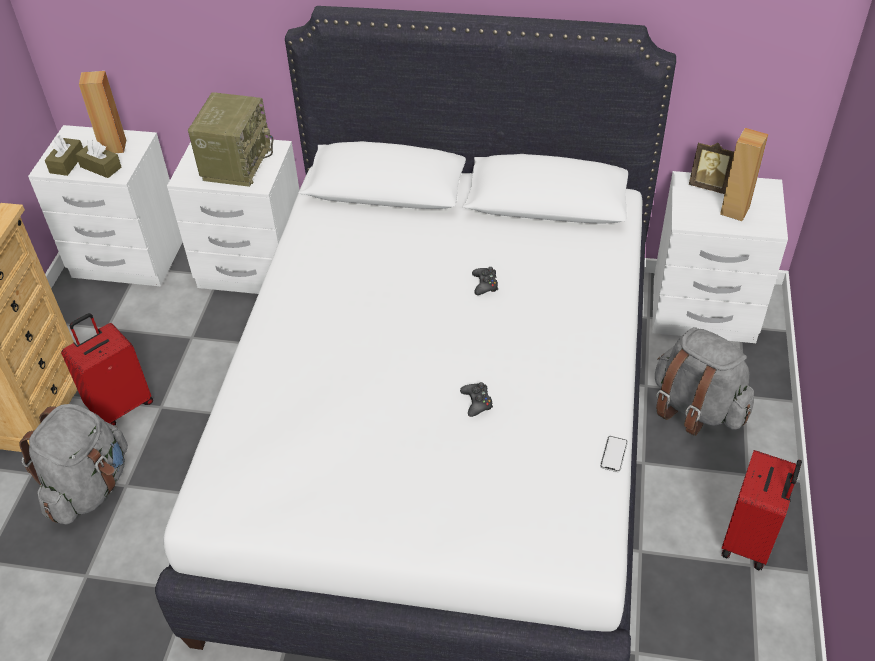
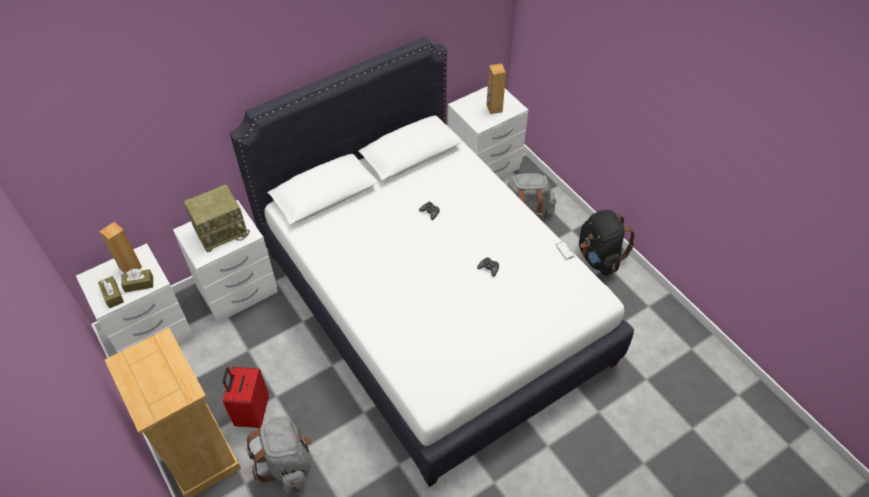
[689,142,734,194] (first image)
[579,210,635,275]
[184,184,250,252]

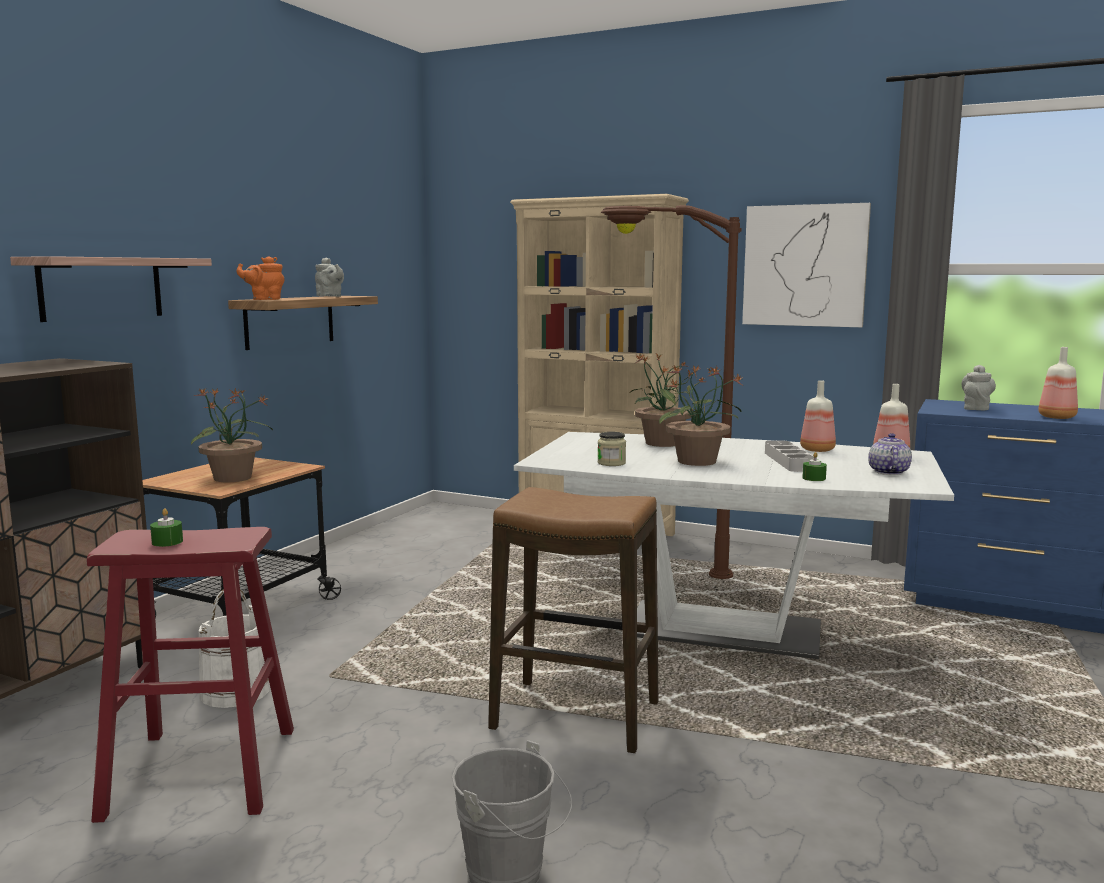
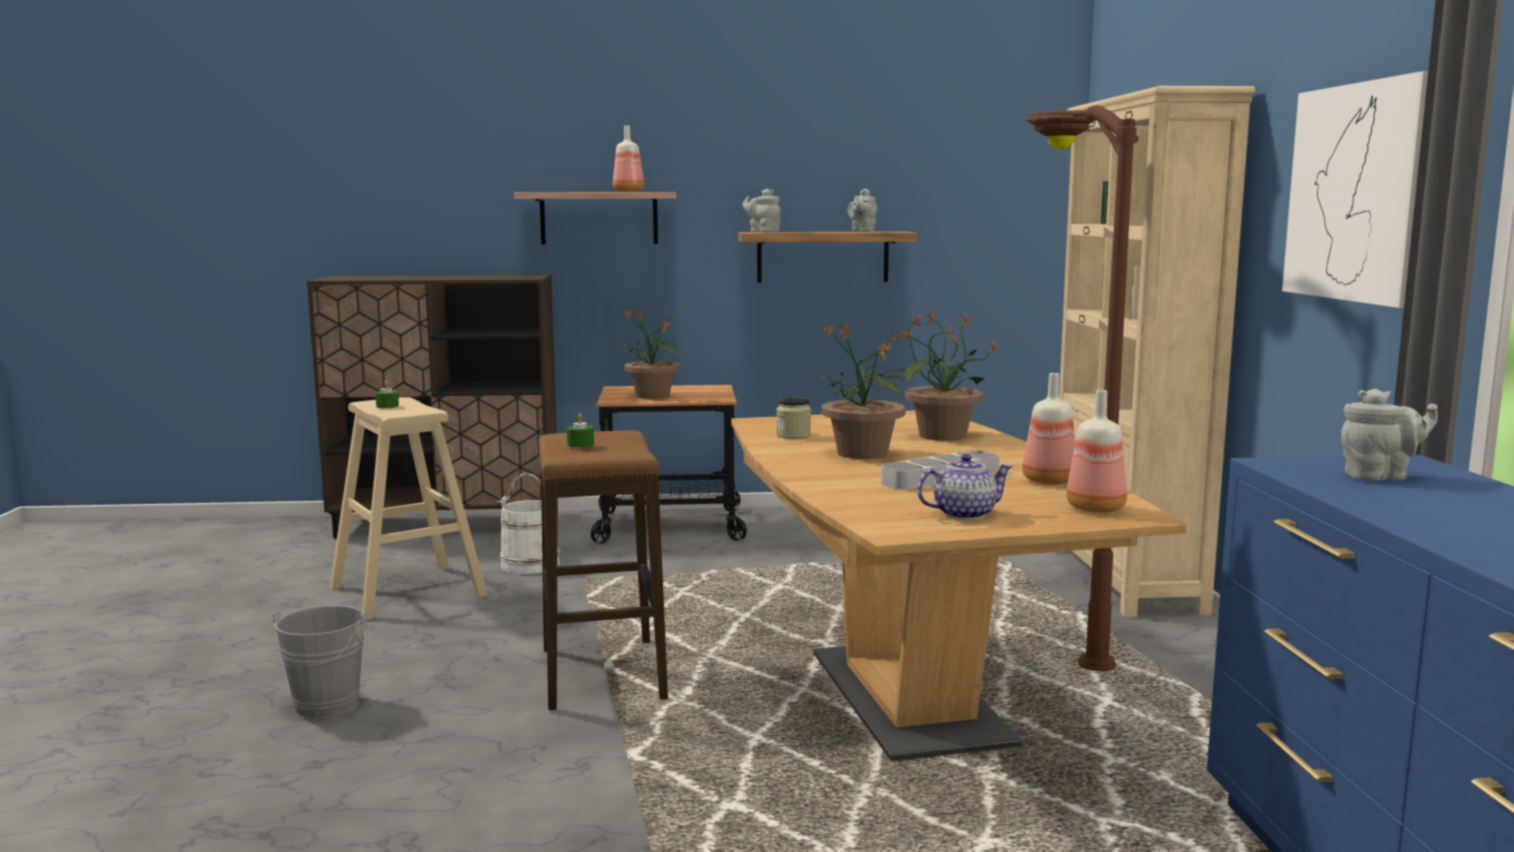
[567,413,594,448]
[613,125,644,192]
[330,397,487,620]
[742,189,781,232]
[731,410,1187,761]

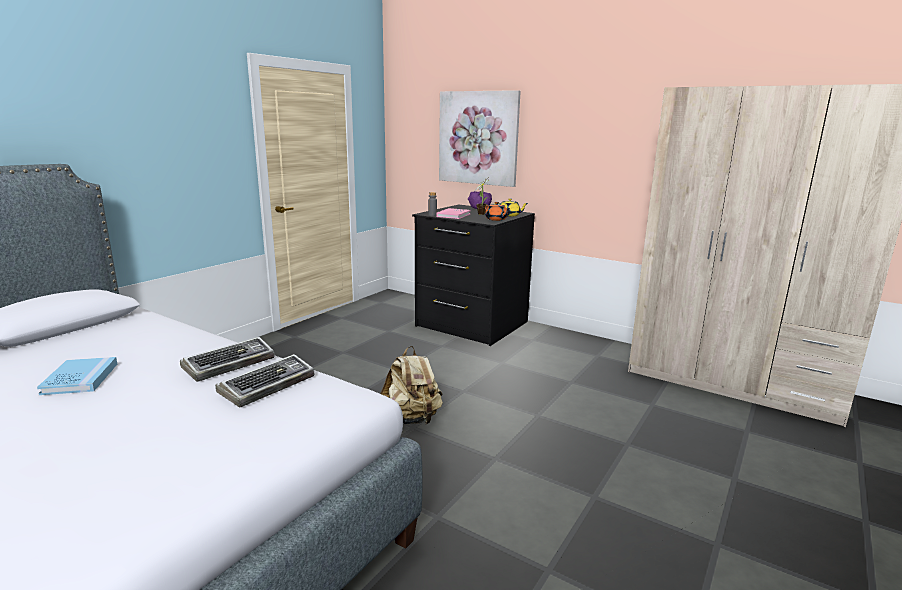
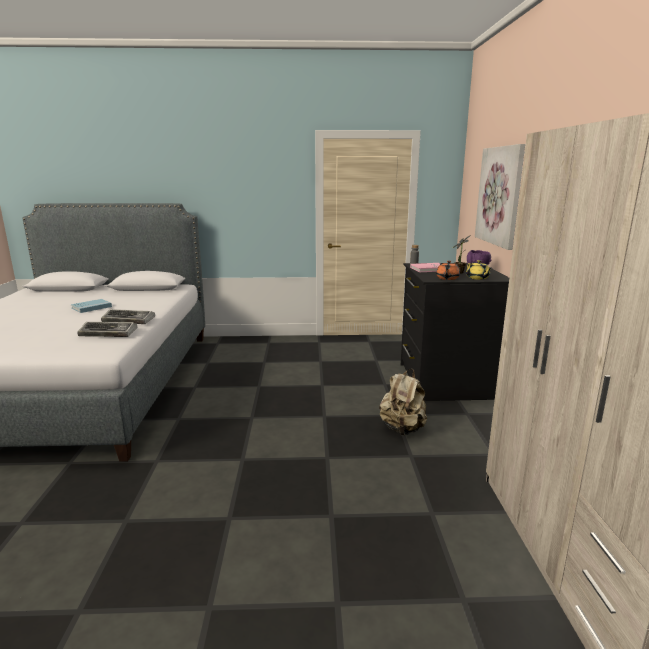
[379,369,427,435]

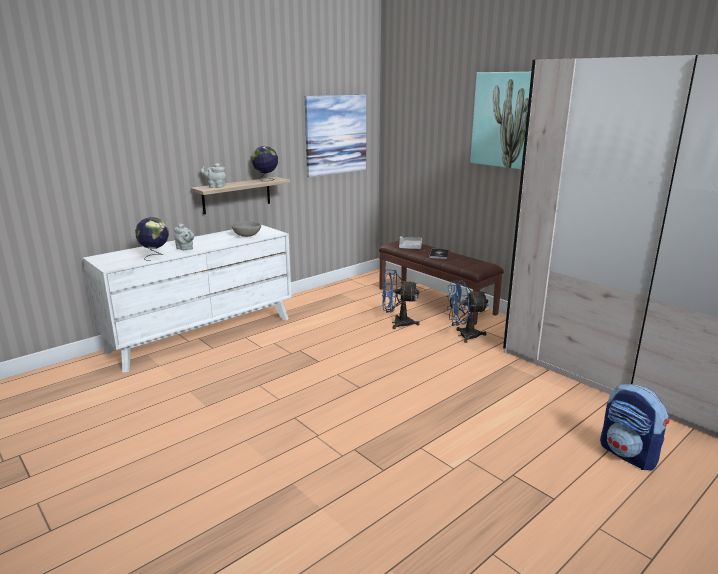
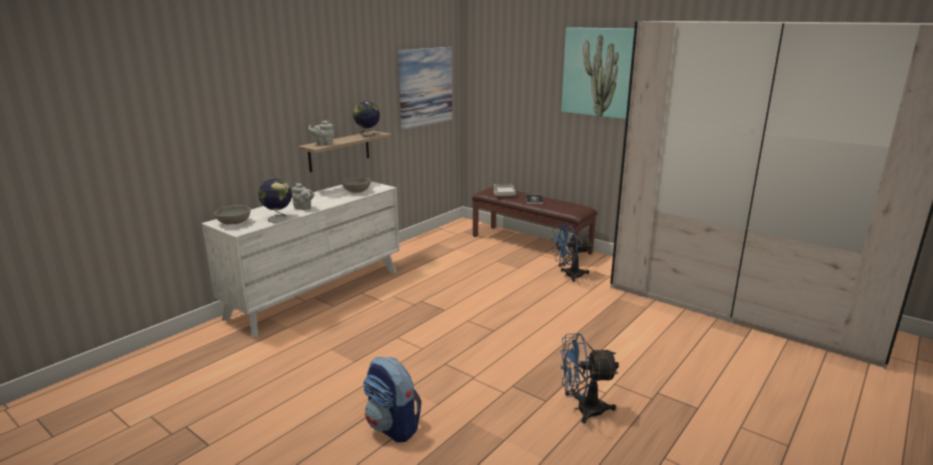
[214,205,251,225]
[560,333,619,424]
[363,357,421,443]

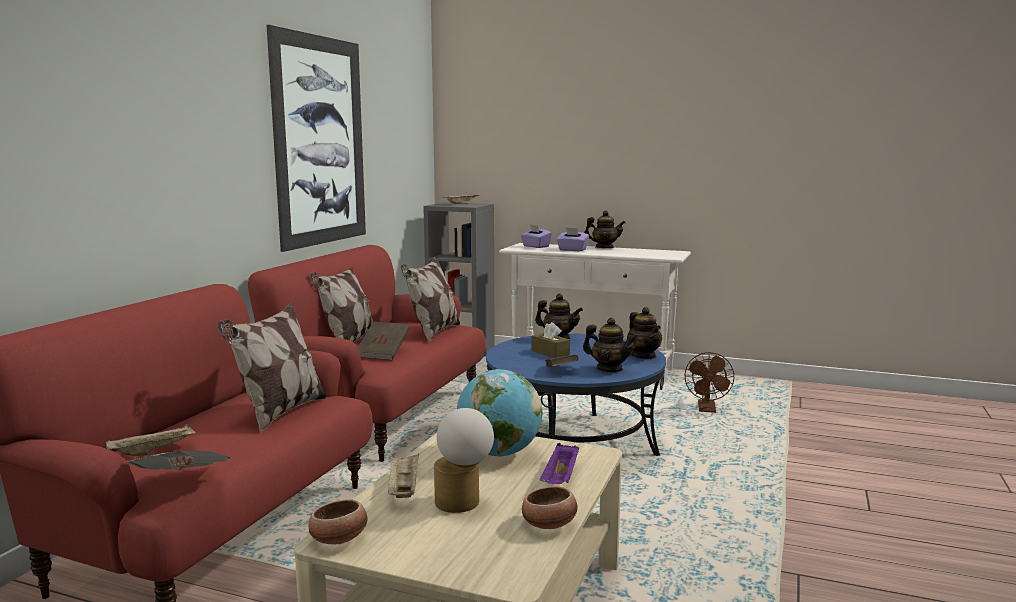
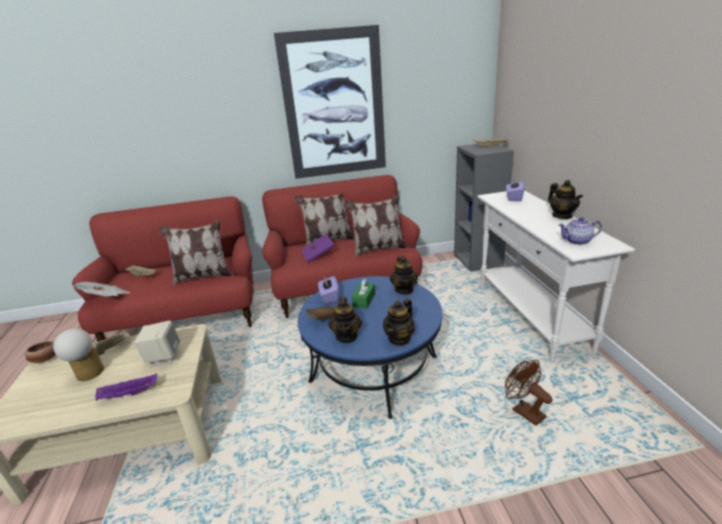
[522,486,578,529] (first image)
[559,217,602,245]
[318,276,339,304]
[134,320,180,367]
[301,233,335,263]
[352,279,375,309]
[505,360,553,426]

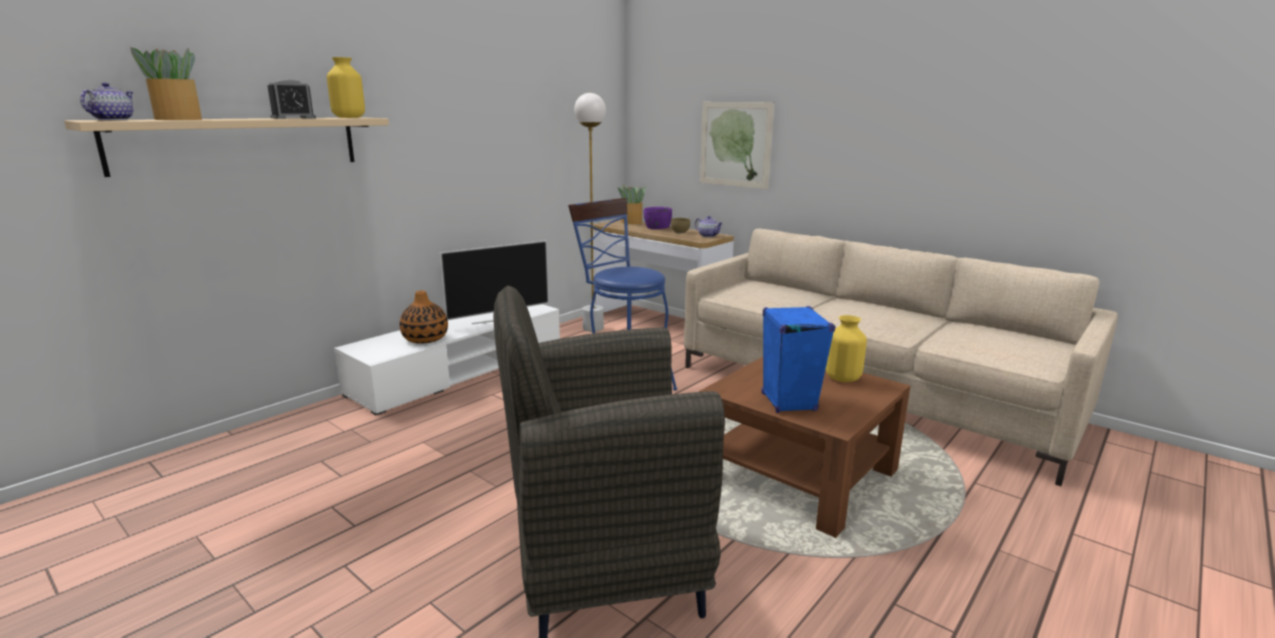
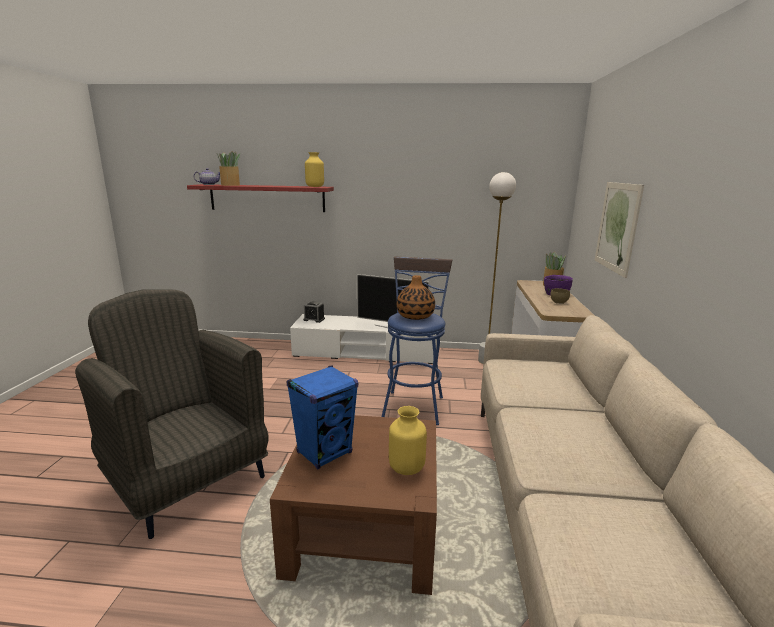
[695,216,723,237] (first image)
[303,301,325,323]
[397,275,435,320]
[187,184,334,212]

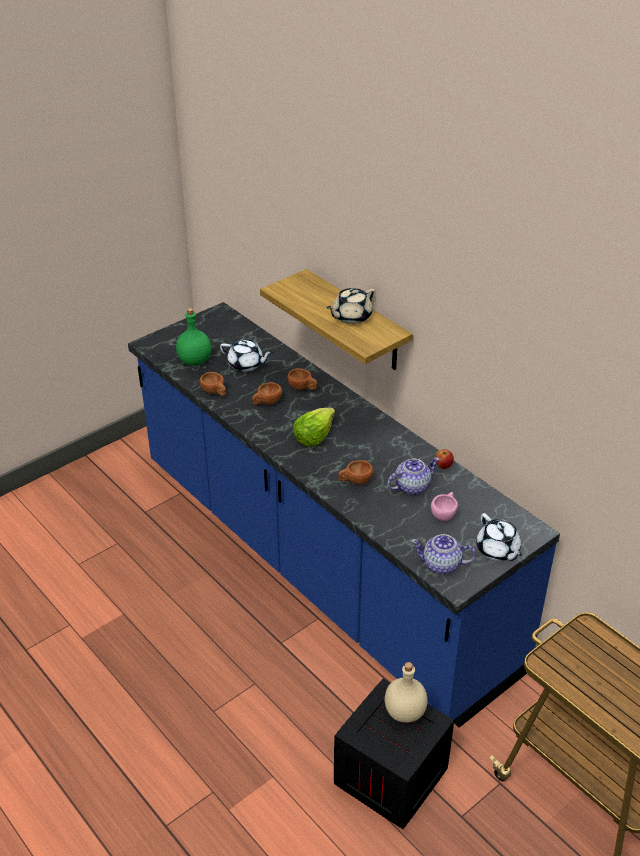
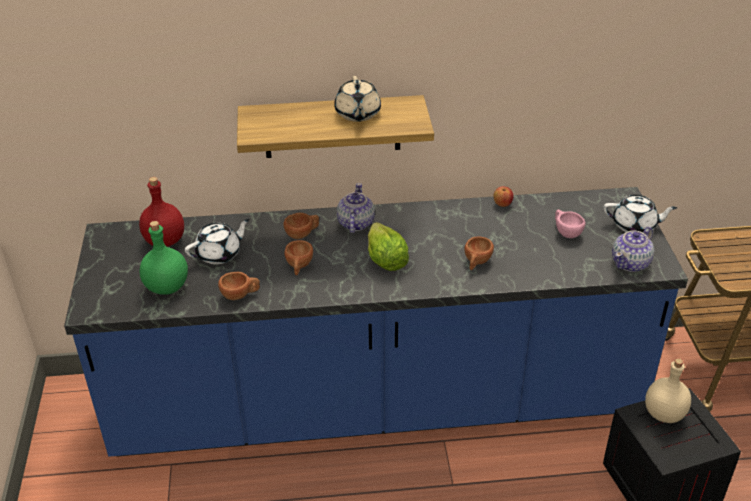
[139,177,184,247]
[337,183,375,233]

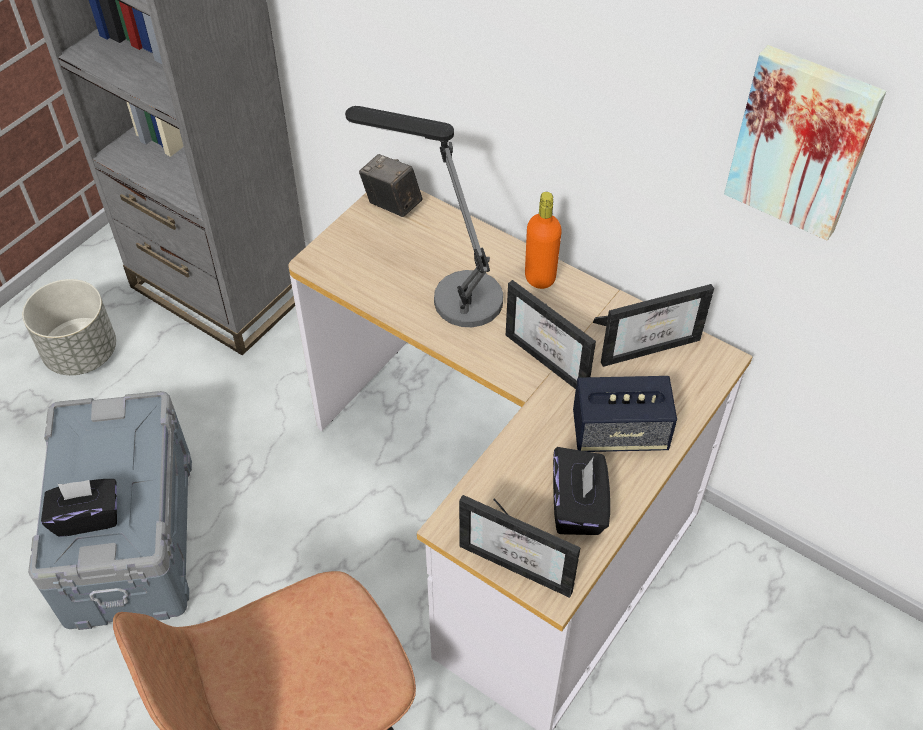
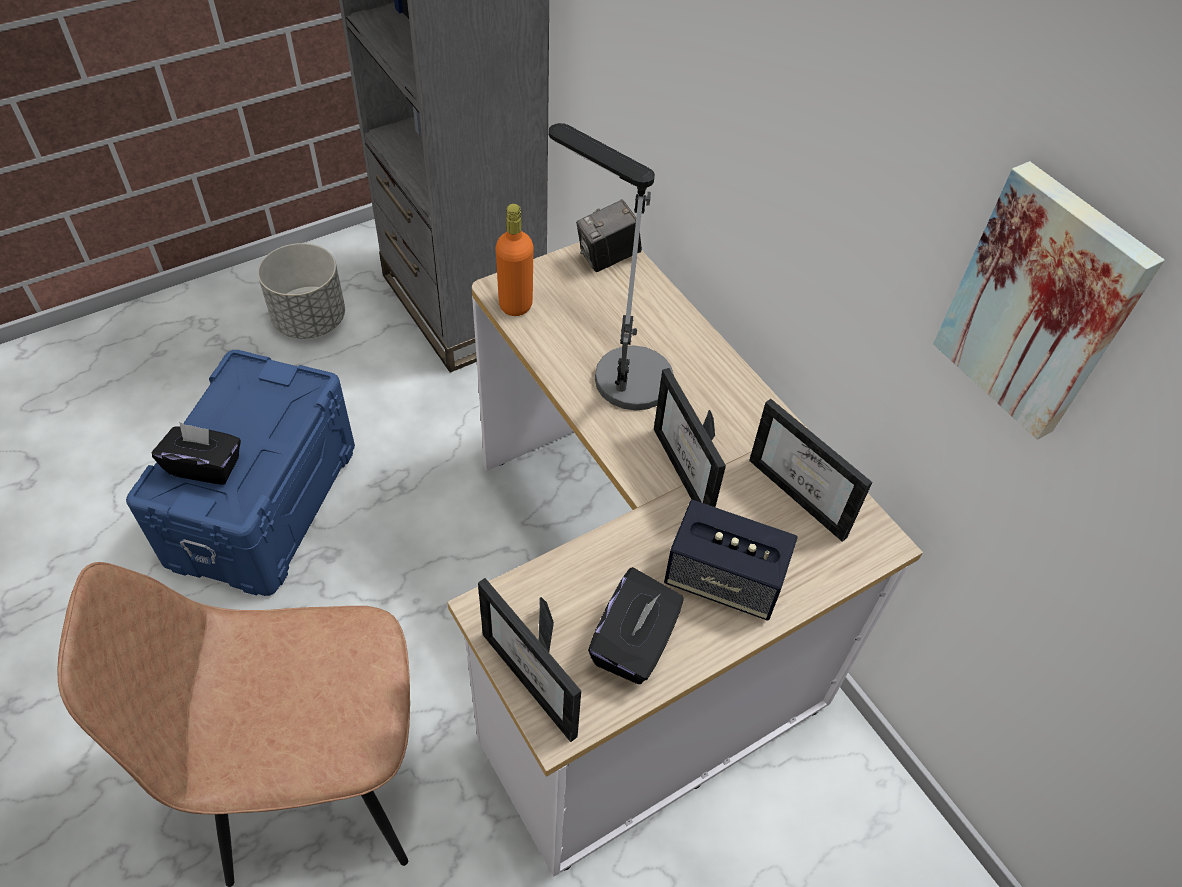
[496,204,533,316]
[126,350,355,596]
[576,200,642,272]
[749,399,872,542]

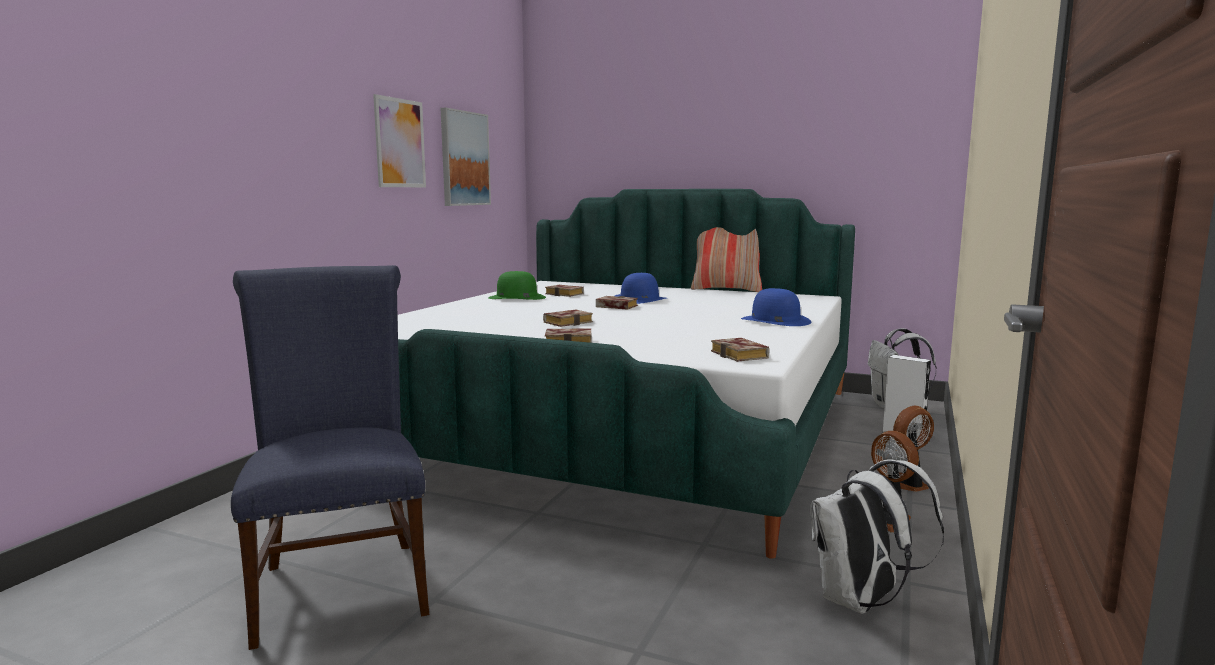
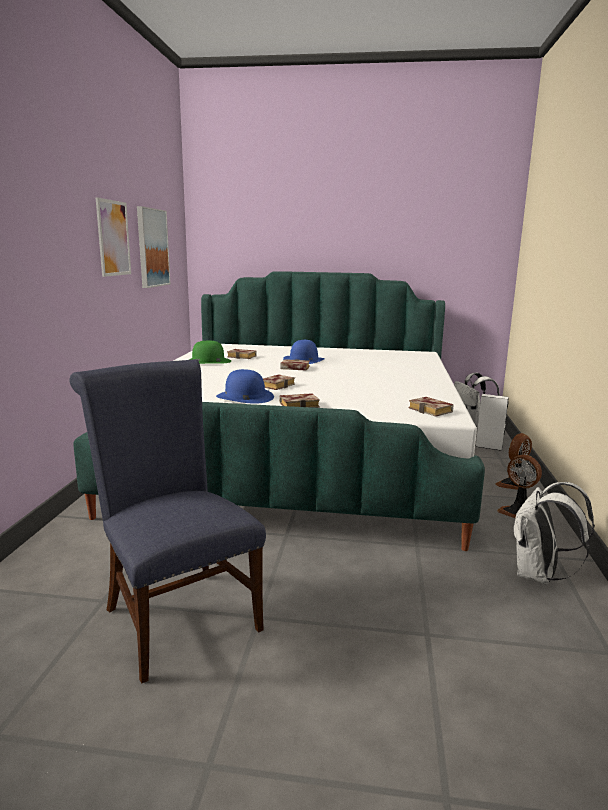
[691,227,762,292] (first image)
[216,369,274,404]

